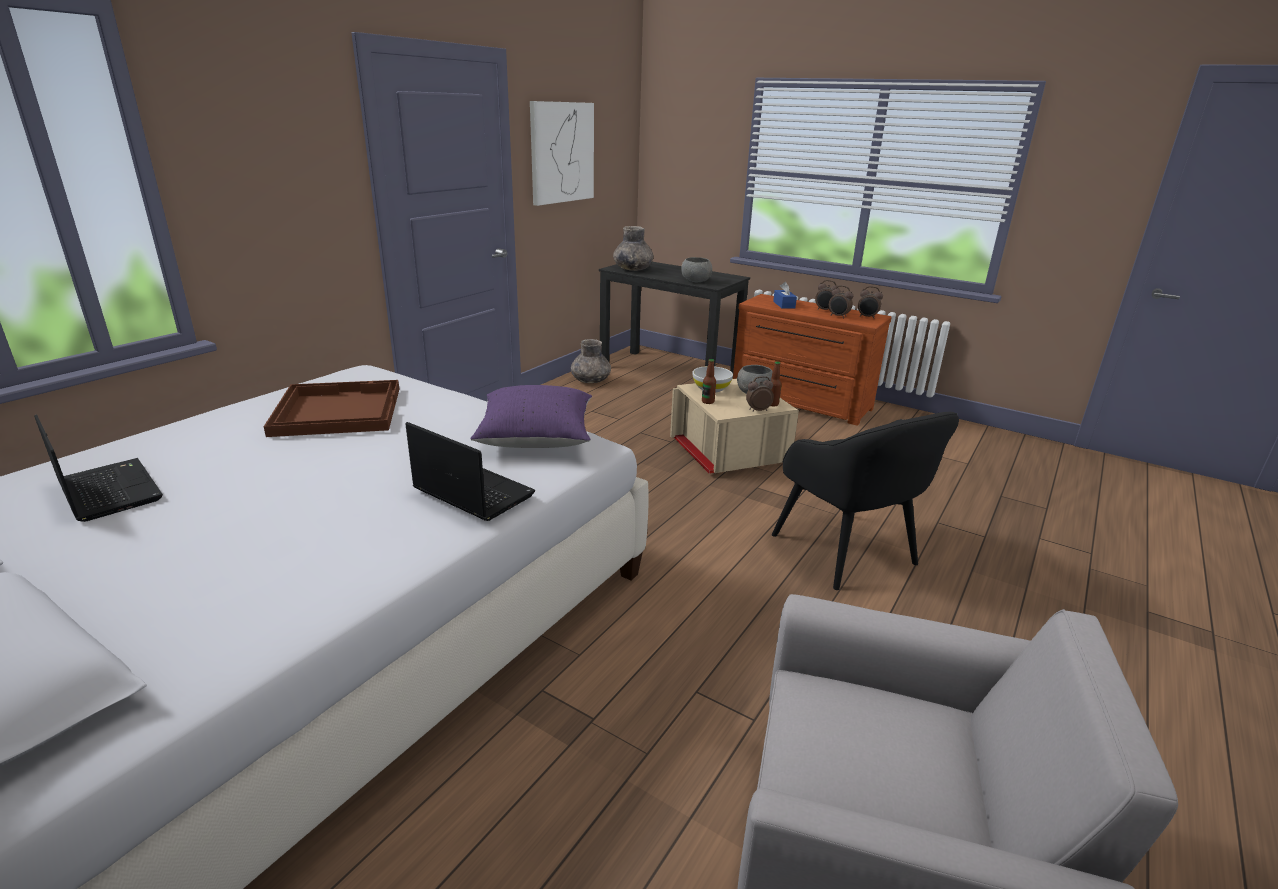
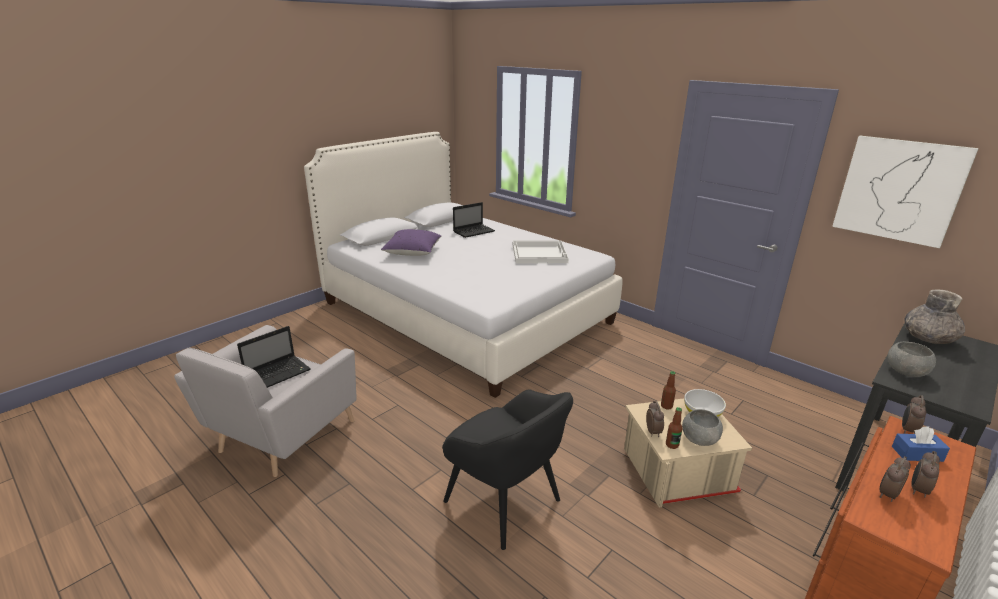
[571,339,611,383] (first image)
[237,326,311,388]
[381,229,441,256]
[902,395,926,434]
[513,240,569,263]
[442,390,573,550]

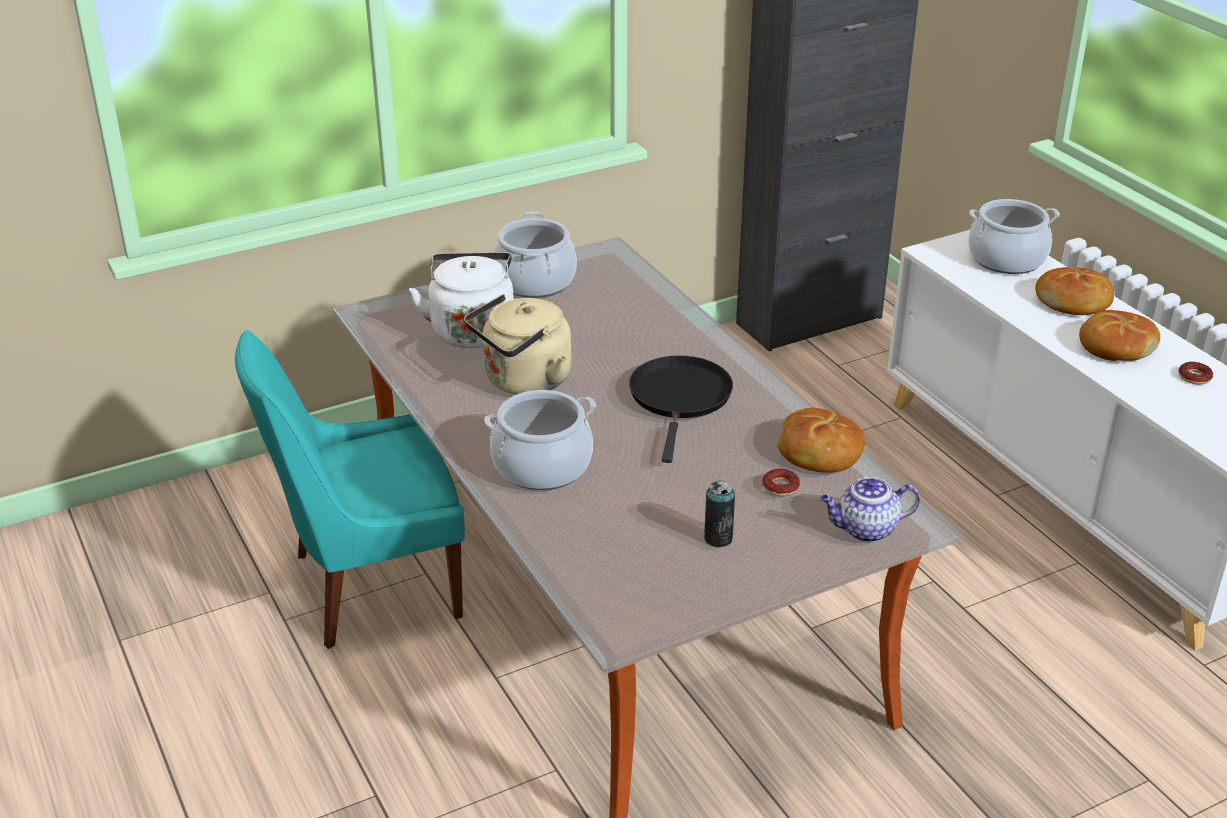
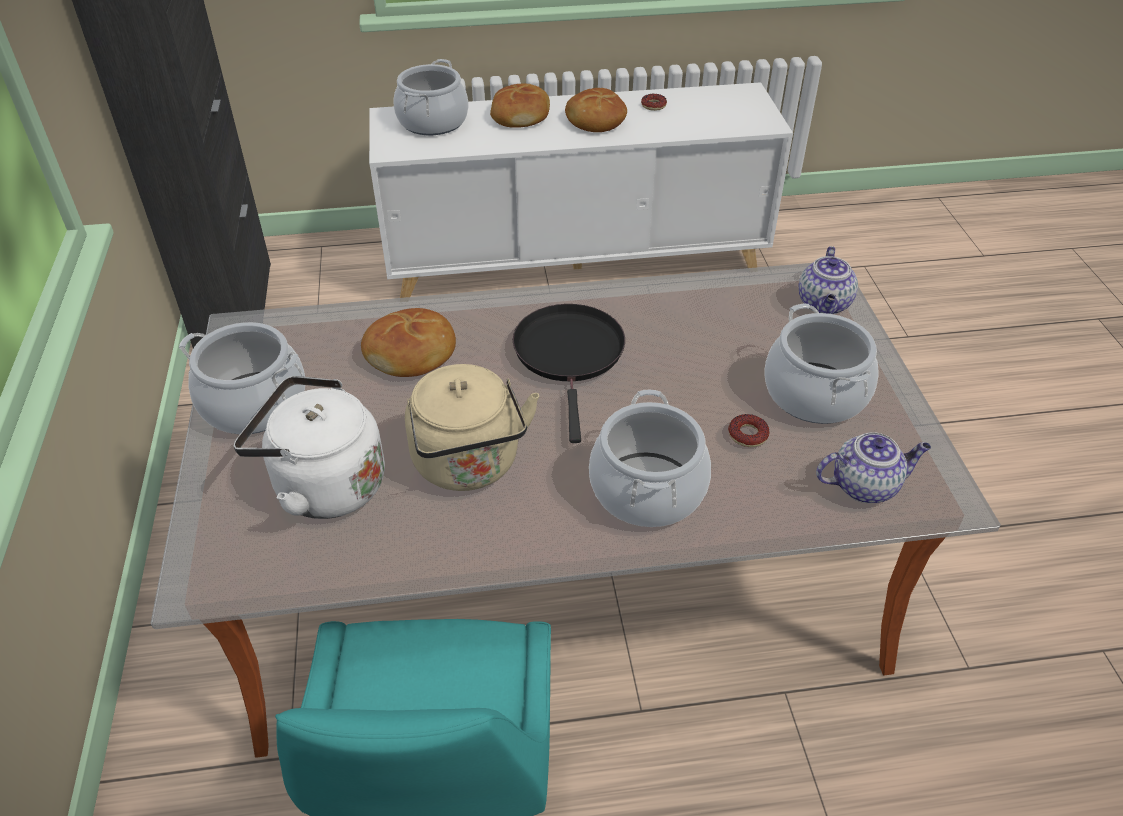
[816,432,931,503]
[728,414,769,447]
[361,308,456,377]
[764,304,879,424]
[513,304,625,443]

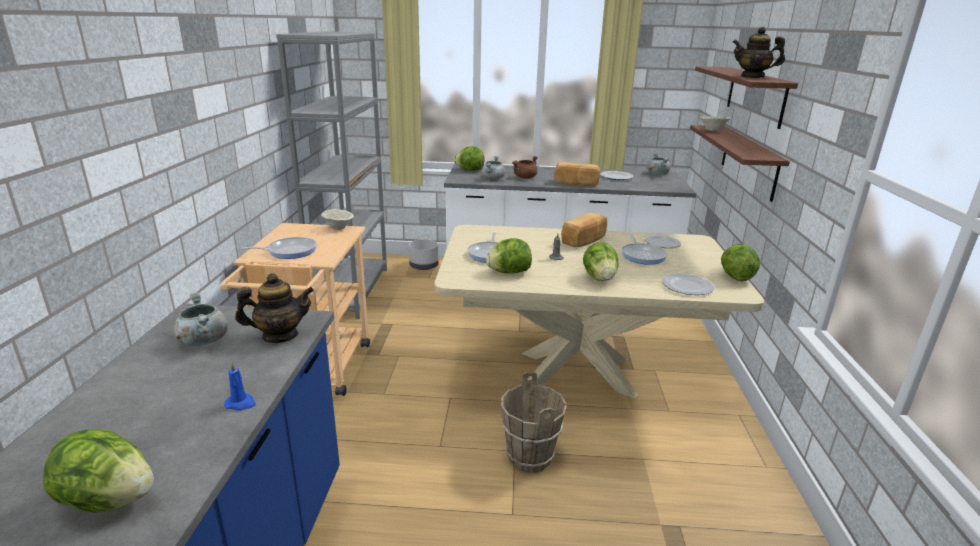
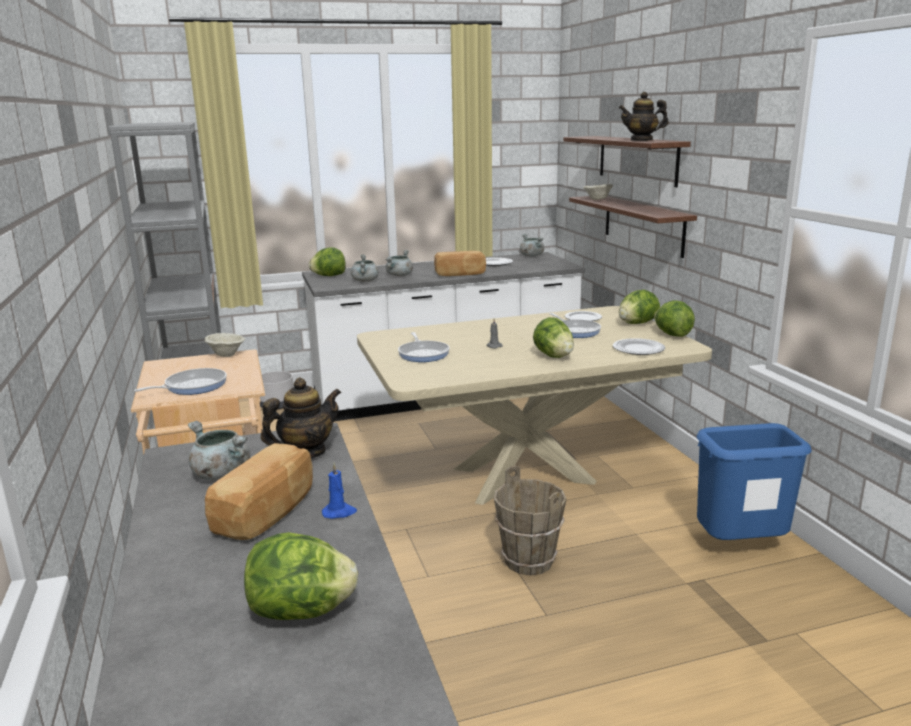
[696,423,812,540]
[619,290,660,324]
[205,443,313,540]
[385,250,413,276]

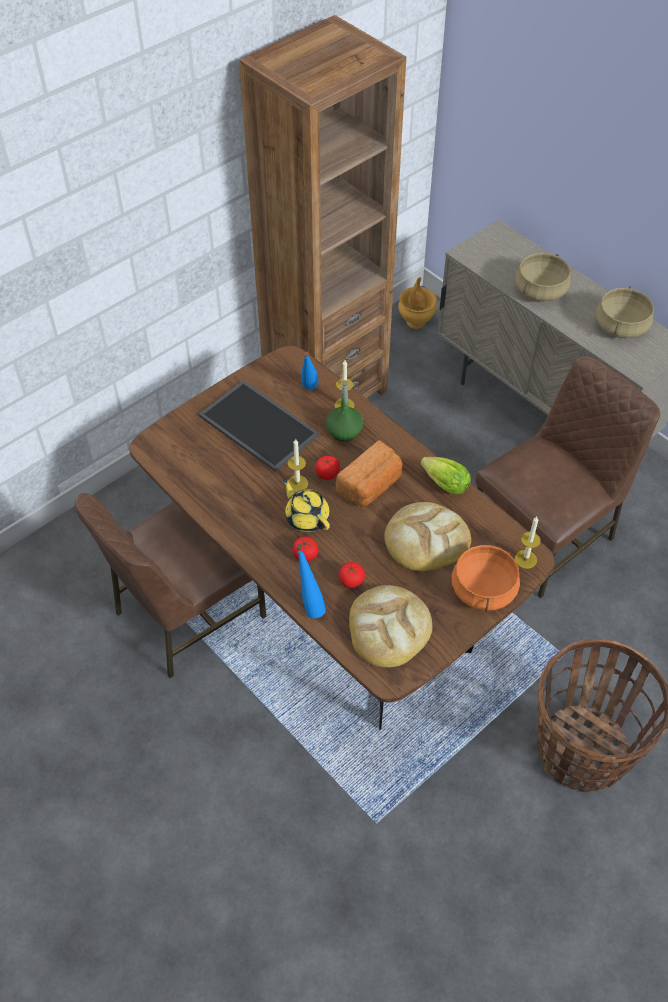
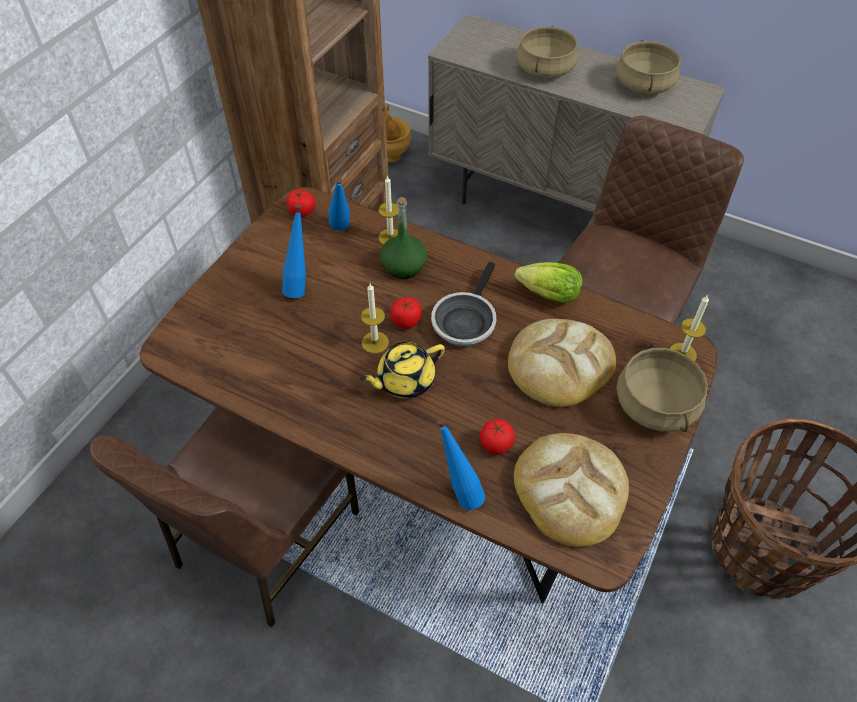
[287,189,315,217]
[282,205,306,298]
[431,261,496,346]
[616,343,708,432]
[360,342,445,398]

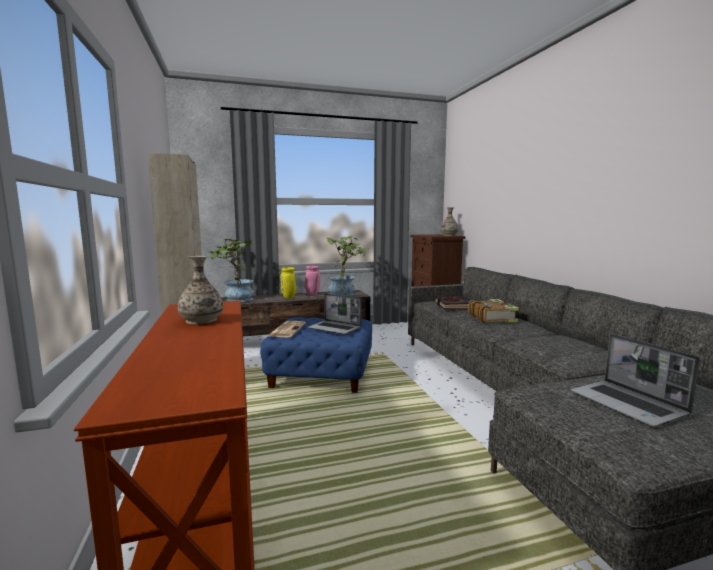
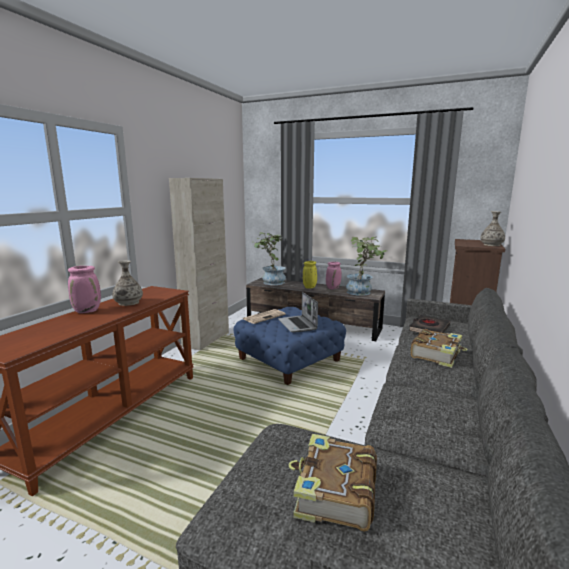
[68,266,101,313]
[289,434,377,532]

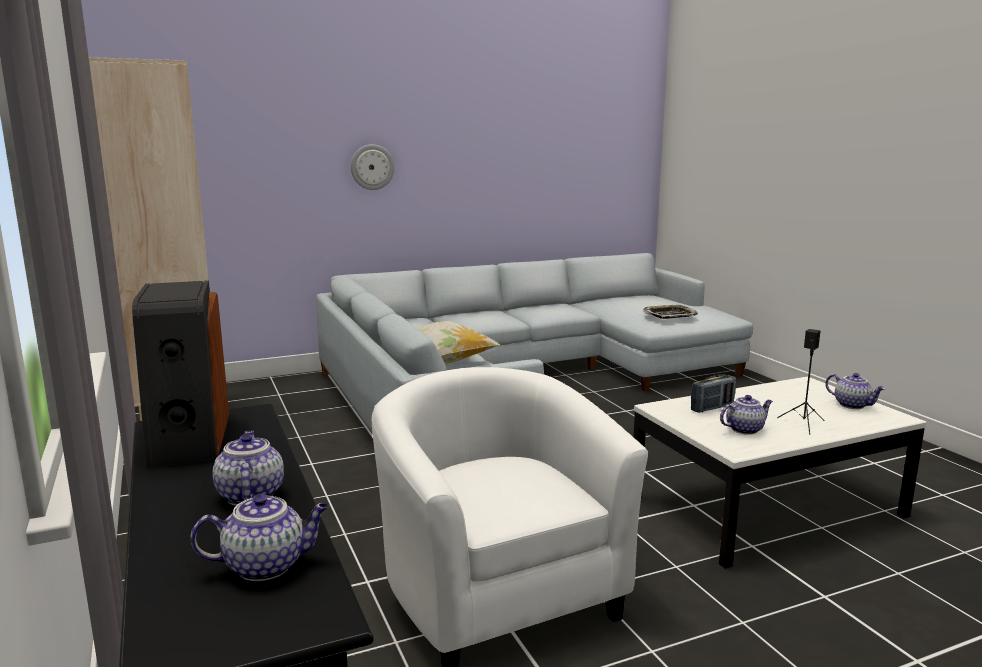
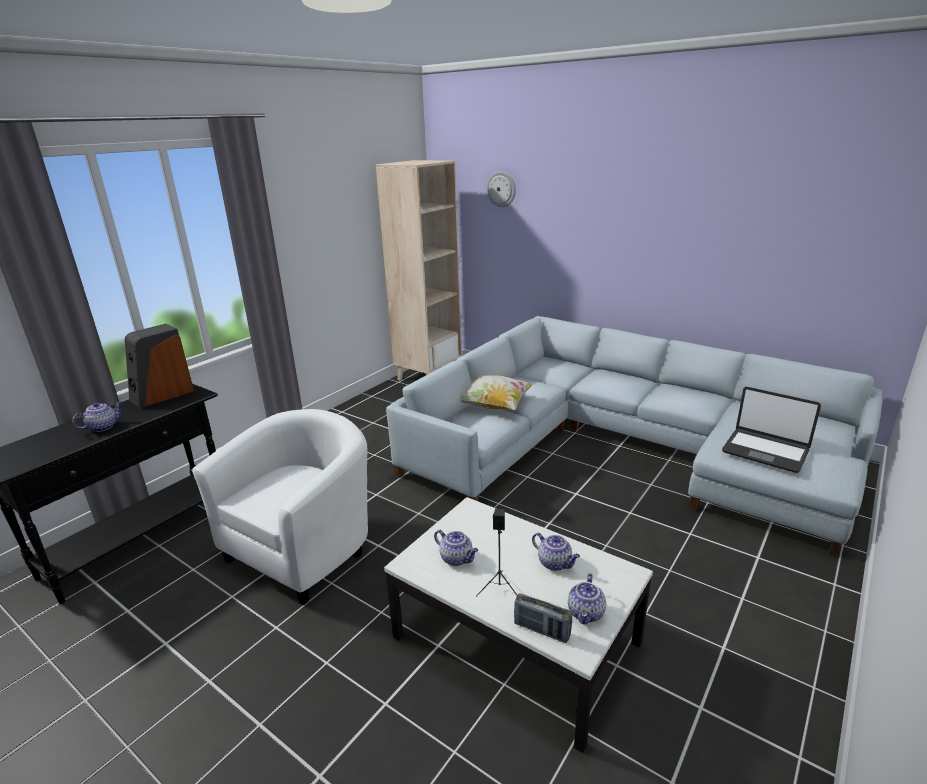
[532,533,580,571]
[487,171,516,207]
[514,593,572,643]
[722,387,821,473]

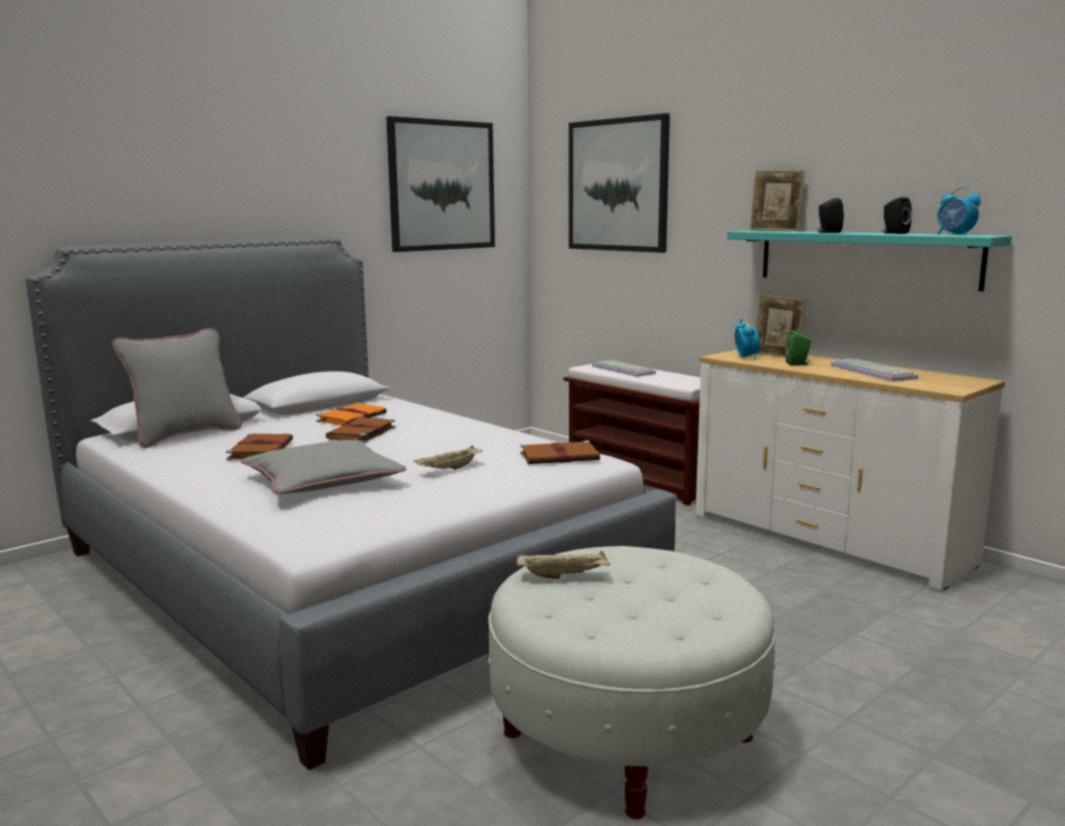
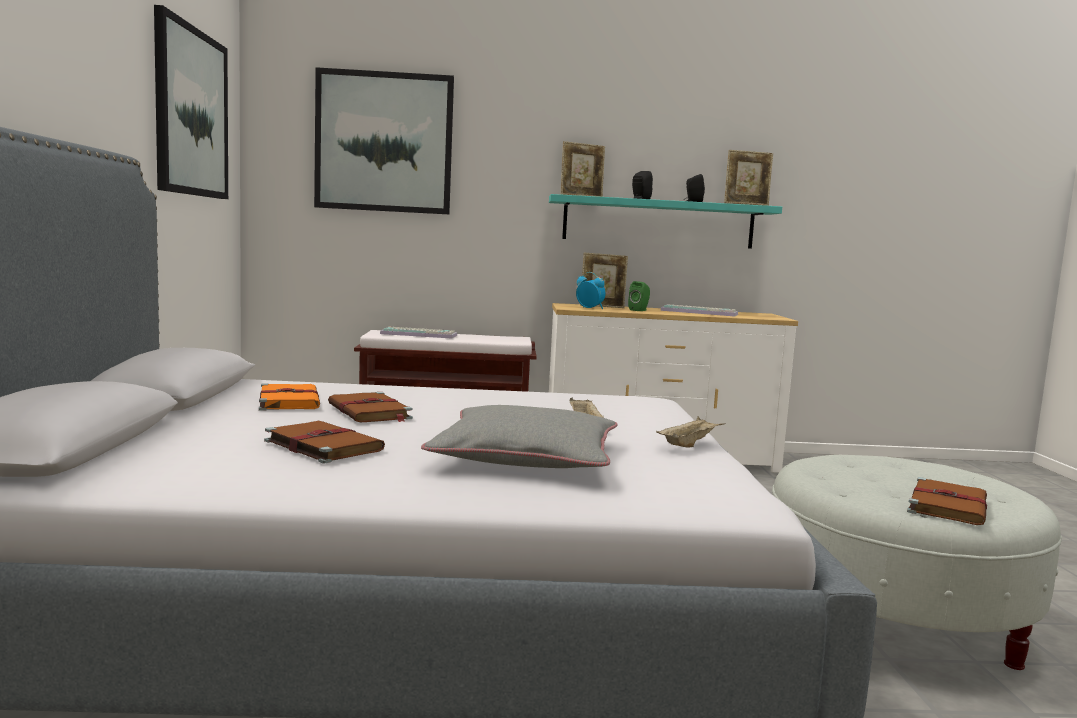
[112,328,242,448] (first image)
[656,416,726,448]
[907,477,987,525]
[724,150,773,206]

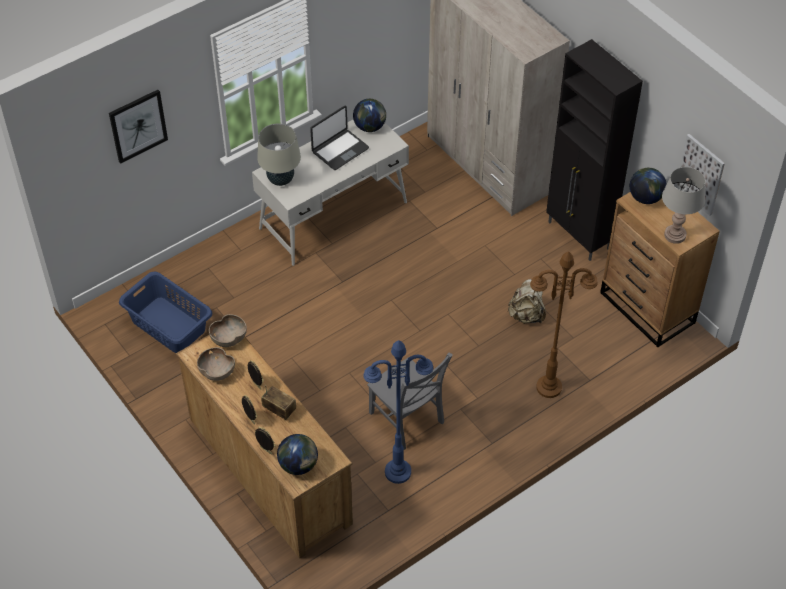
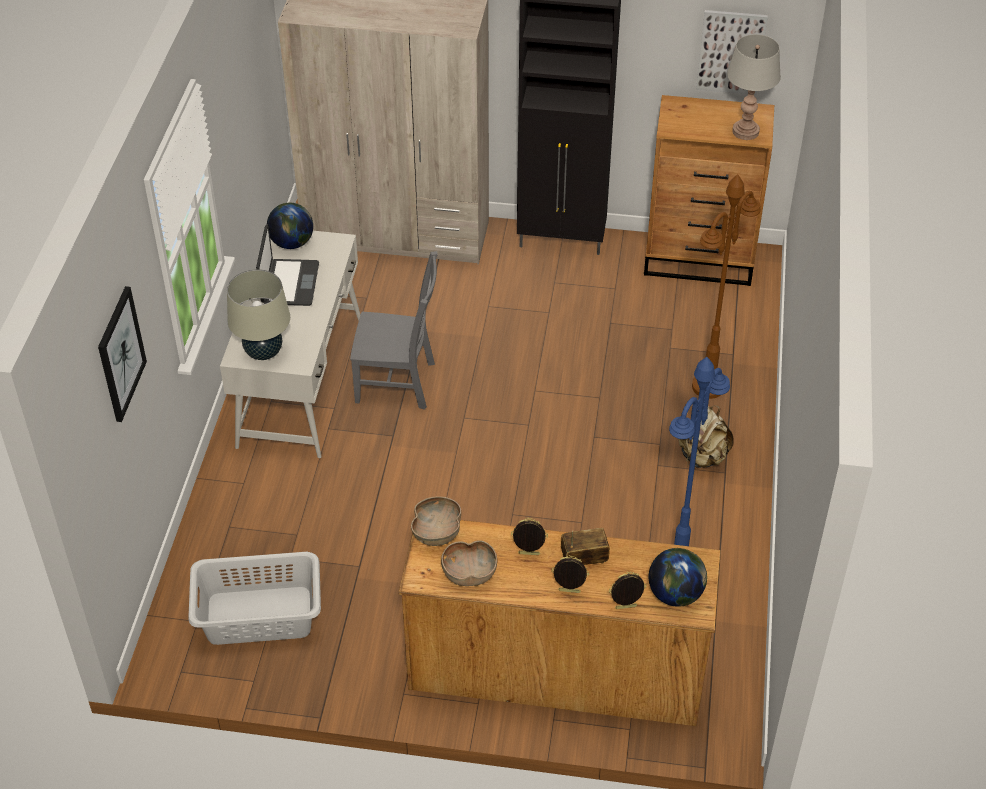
[630,168,667,204] (first image)
[350,251,438,410]
[678,406,734,468]
[188,552,321,645]

